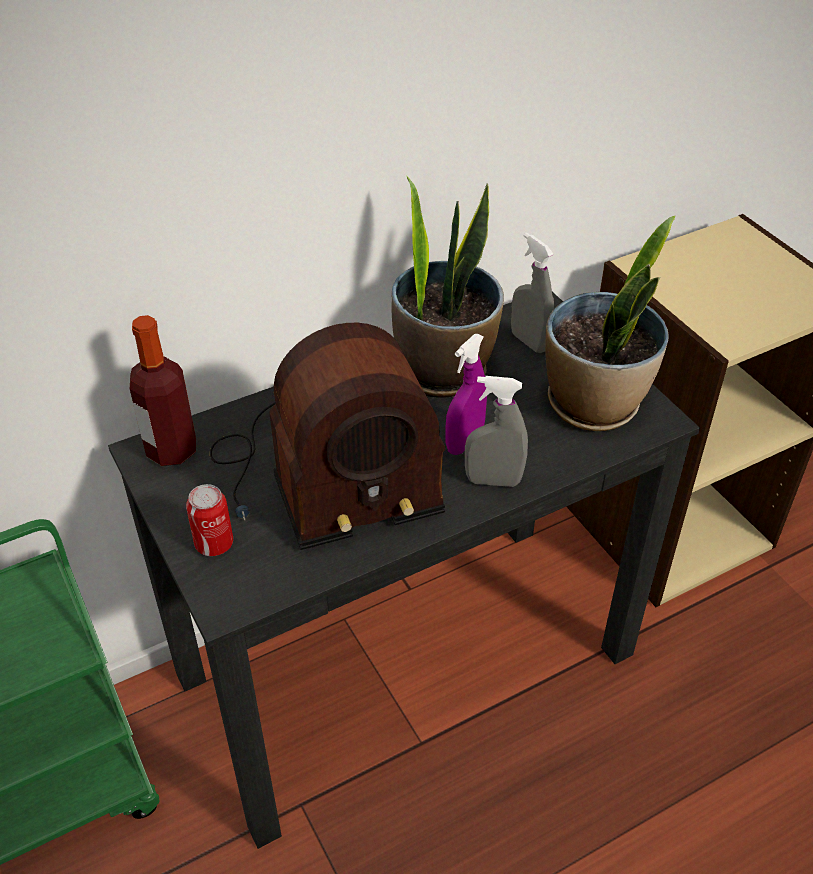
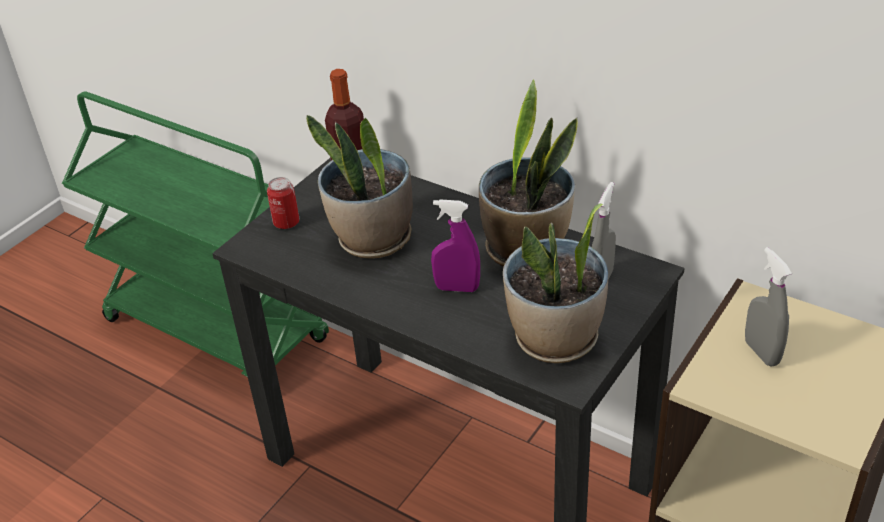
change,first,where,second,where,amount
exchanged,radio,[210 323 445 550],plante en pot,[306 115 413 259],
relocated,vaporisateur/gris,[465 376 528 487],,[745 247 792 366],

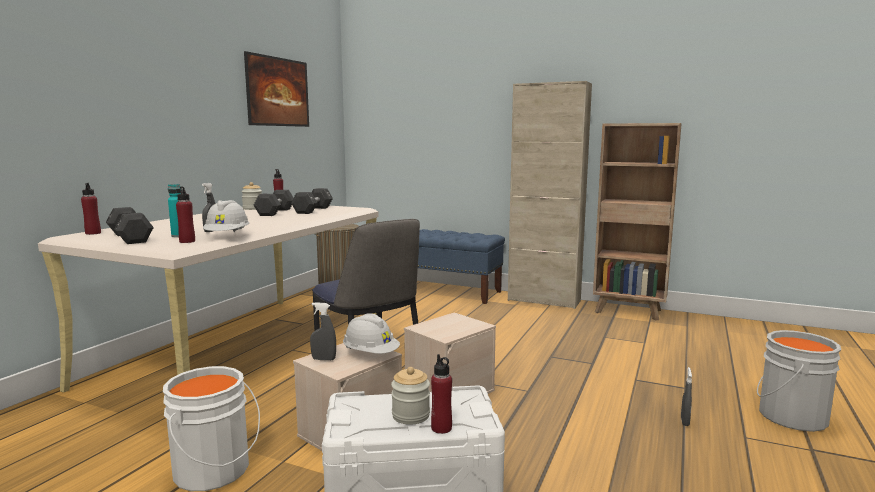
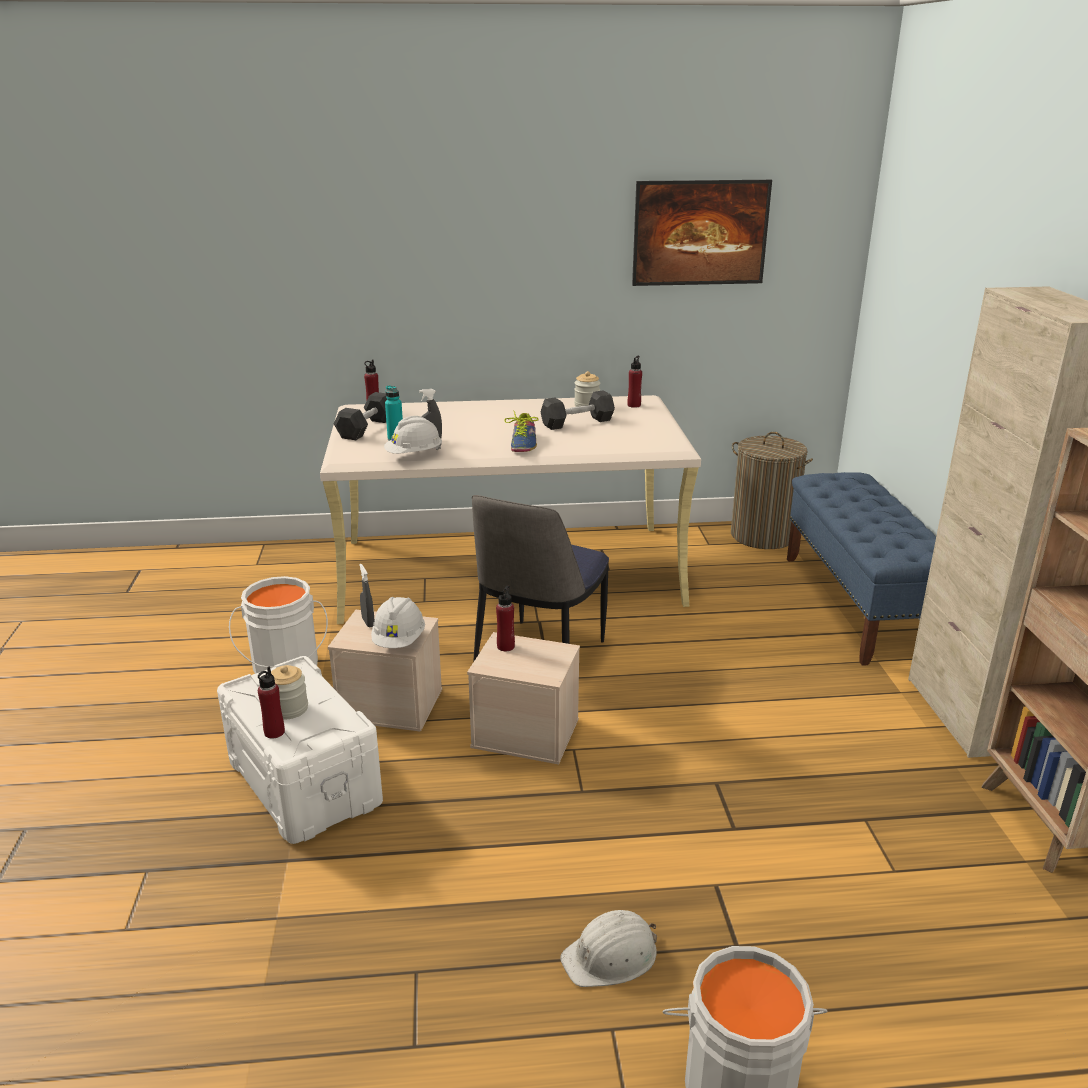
change,first,where,second,where,amount
relocated,bouteille/rouge,[176 186 195 243],,[496 585 515 651],
appeared,,,chaussure,[504 410 539 452],
exchanged,vaporisateur/gris,[681 367 692 426],casque de chantier/blanc,[560 910 657 987],
missing,haltère/noir,[291 188 333 214],,,

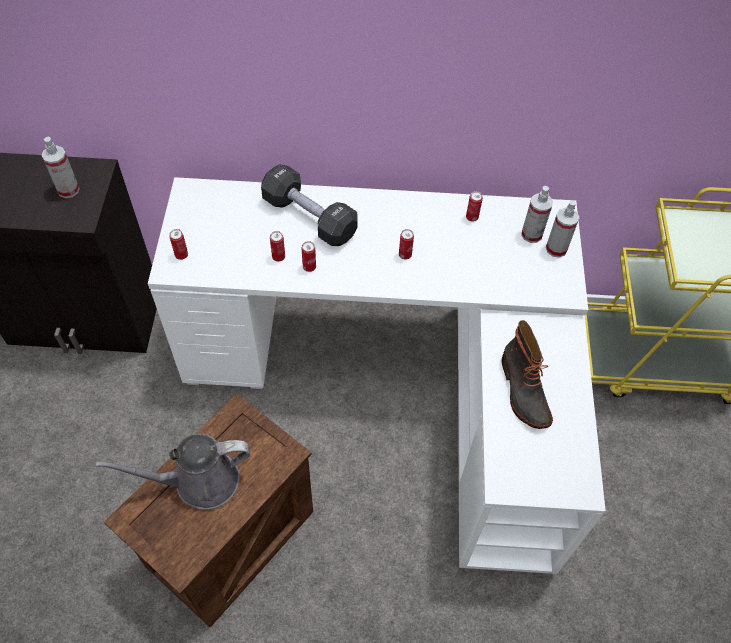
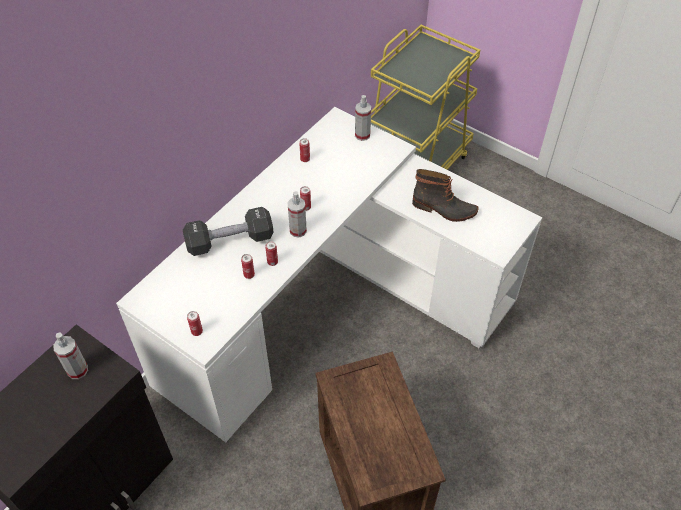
change,first,where,second,where,amount
relocated,vaporisateur,[521 186 553 243],,[287 191 307 238],
missing,arrosoir/gris,[95 434 250 510],,,

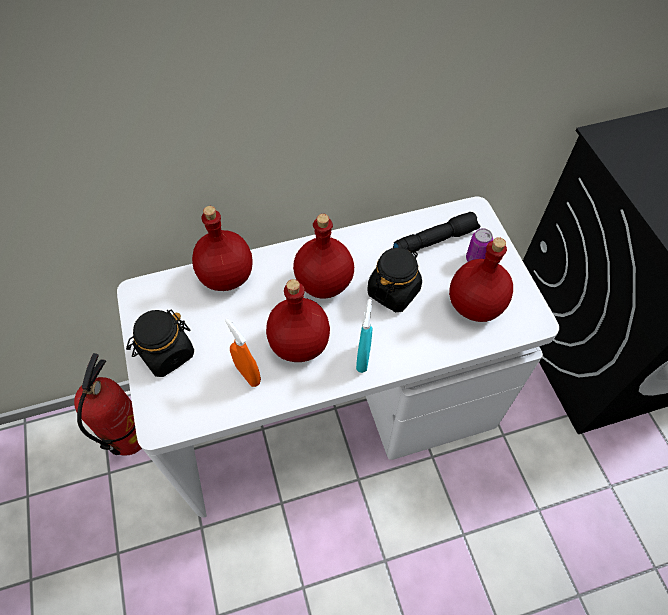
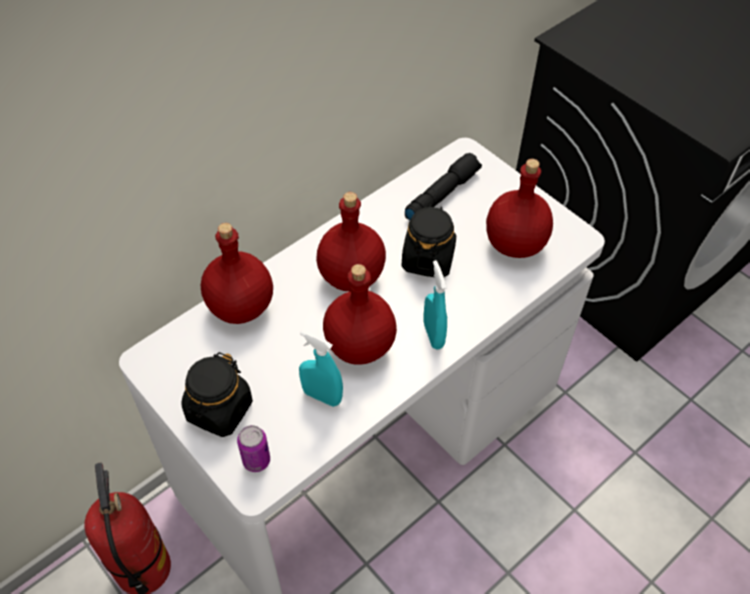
change,first,where,second,where,amount
relocated,boîte métallique,[466 228 493 262],,[237 425 270 472],
colour,vaporisateur/orange,[225 318 261 387],vaporisateur/turquoise,[299 330 343 407],

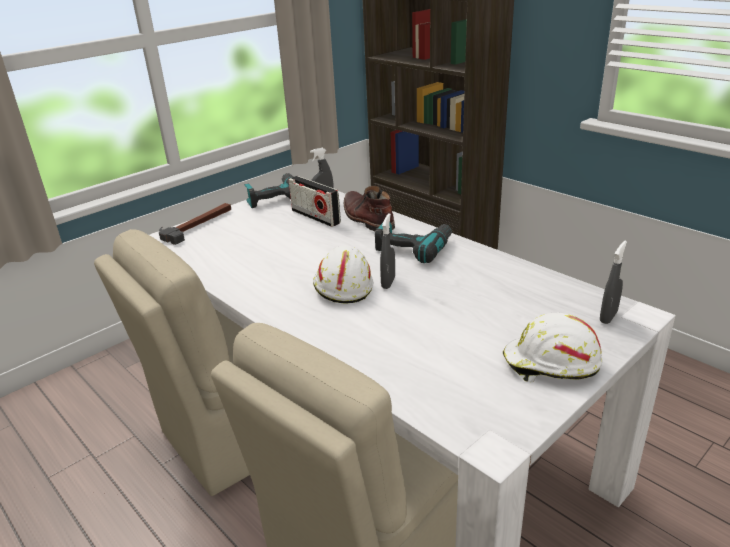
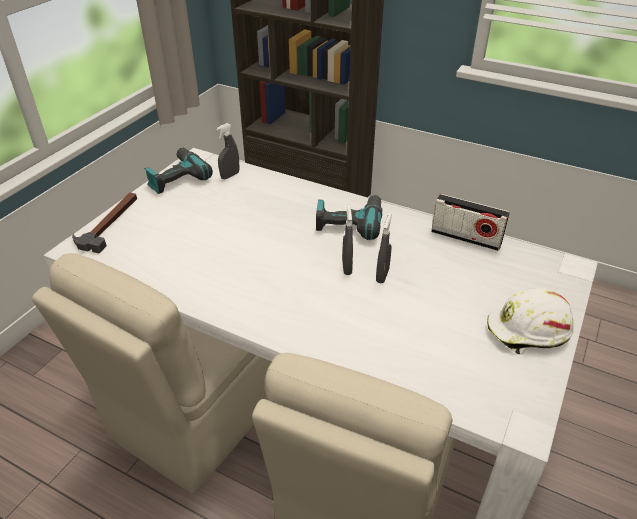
change,first,where,second,where,amount
relocated,vaporisateur/gris,[600 241 627 324],,[376 213 392 284],
relocated,radio,[289 176 341 227],,[431 194 510 251],
missing,casque de chantier/blanc,[313 246 373 304],,,
missing,botte/marron,[344 186 395 231],,,

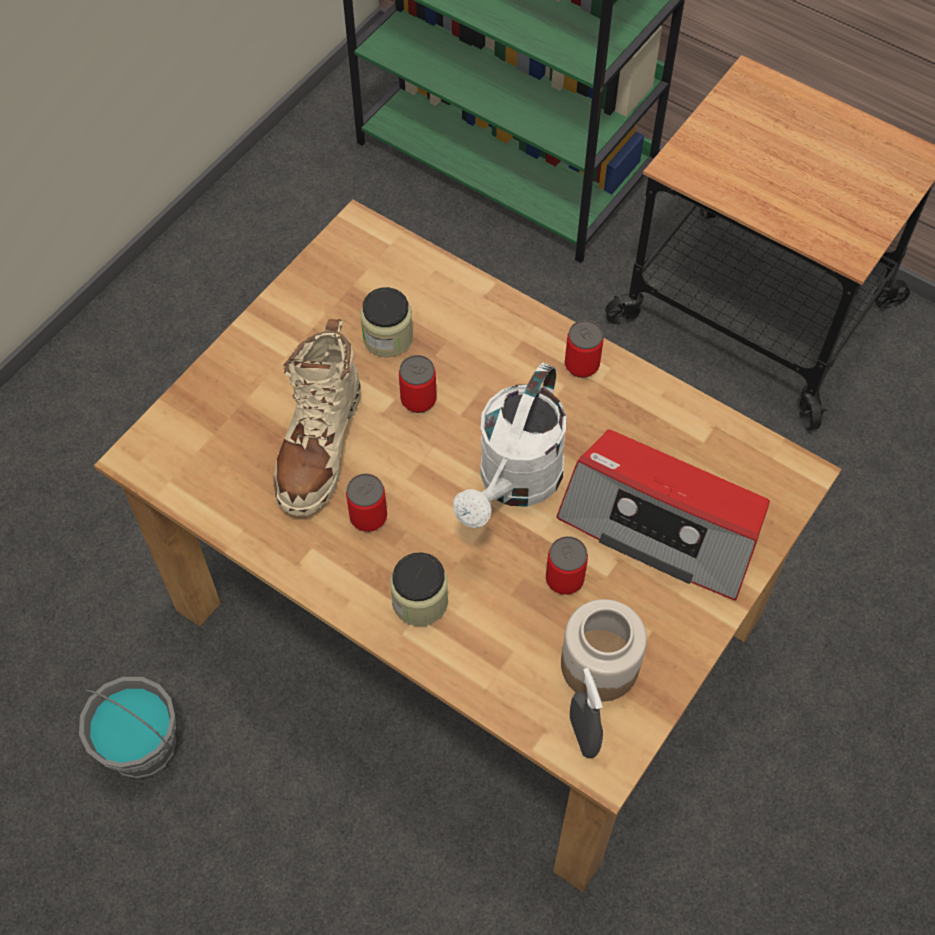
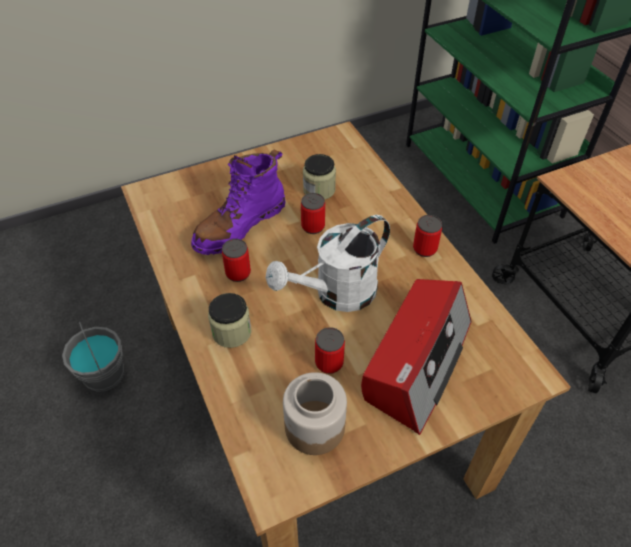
change,first,where,second,where,amount
colour,botte/beige,[274 319 361 516],botte/violet,[191 150 285 255],
spun,radio,[556 429 770 600],,[361 279 471 435],120 degrees counterclockwise
missing,vaporisateur/gris,[570 668 603 758],,,

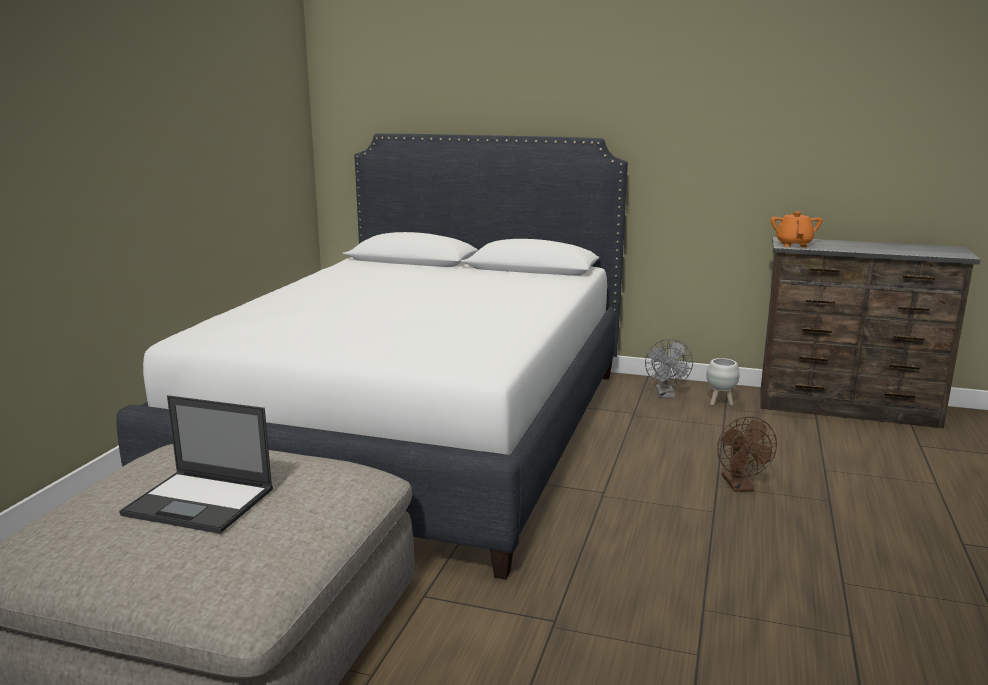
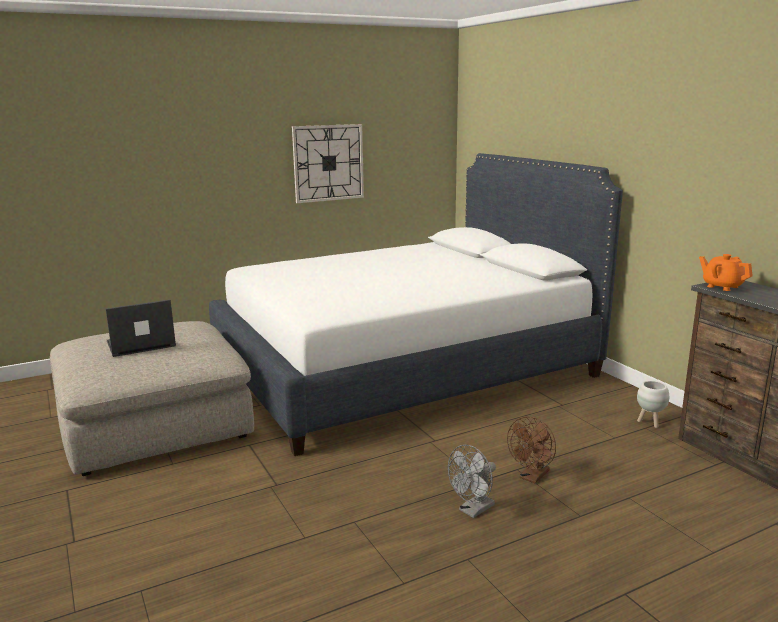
change,first,where,second,where,amount
spun,ordinateur portable,[119 395 273 534],,[105 299 176 357],90 degrees clockwise
appeared,,,horloge murale,[292 124 364 203],
relocated,ventilateur/gris,[645 339 693 398],,[448 445 496 518],
spun,théière/orange,[771 211 823 247],,[699 254 753 291],90 degrees counterclockwise

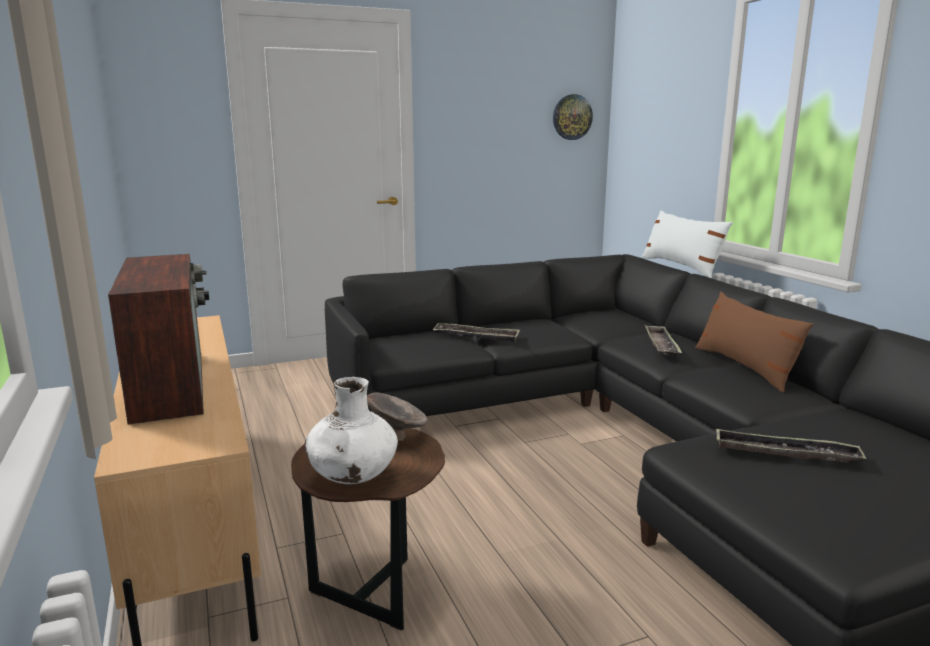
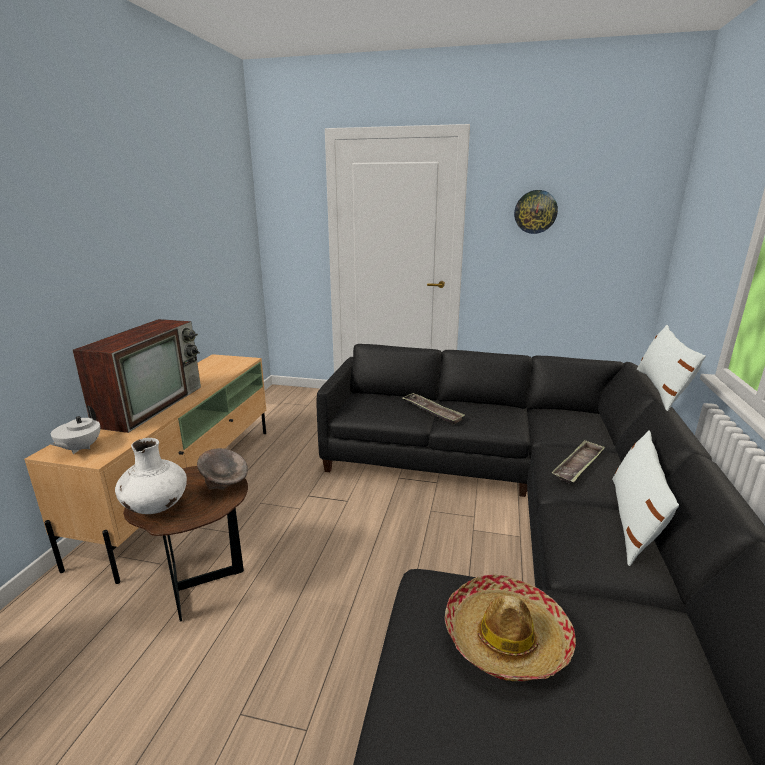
change,first,where,second,where,amount
appeared,,,théière/blanc,[51 406 100 454],
exchanged,plateau,[716 428 867 463],chapeau,[445 574 576 681],
relocated,horloge murale,[553 94 593 140],,[514 190 558 234],
colour,coussin/marron,[695 292 814 392],coussin/blanc,[612 430 679 566],

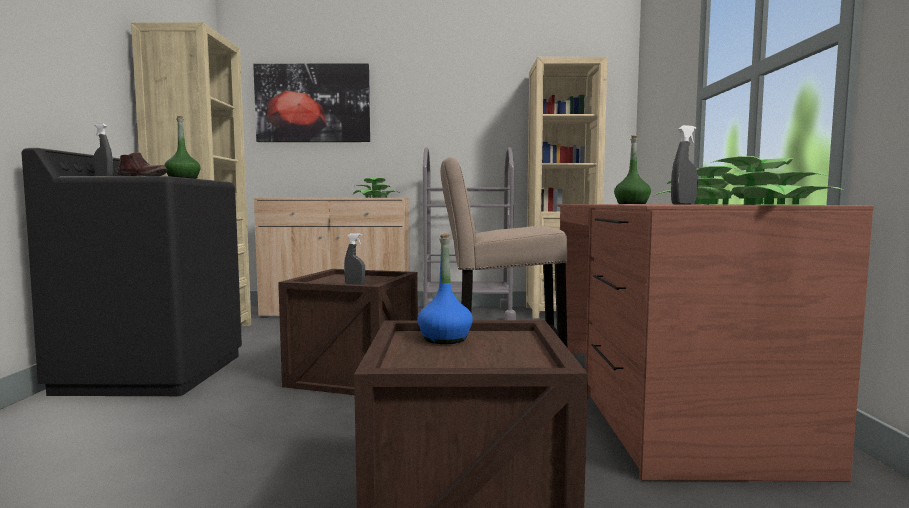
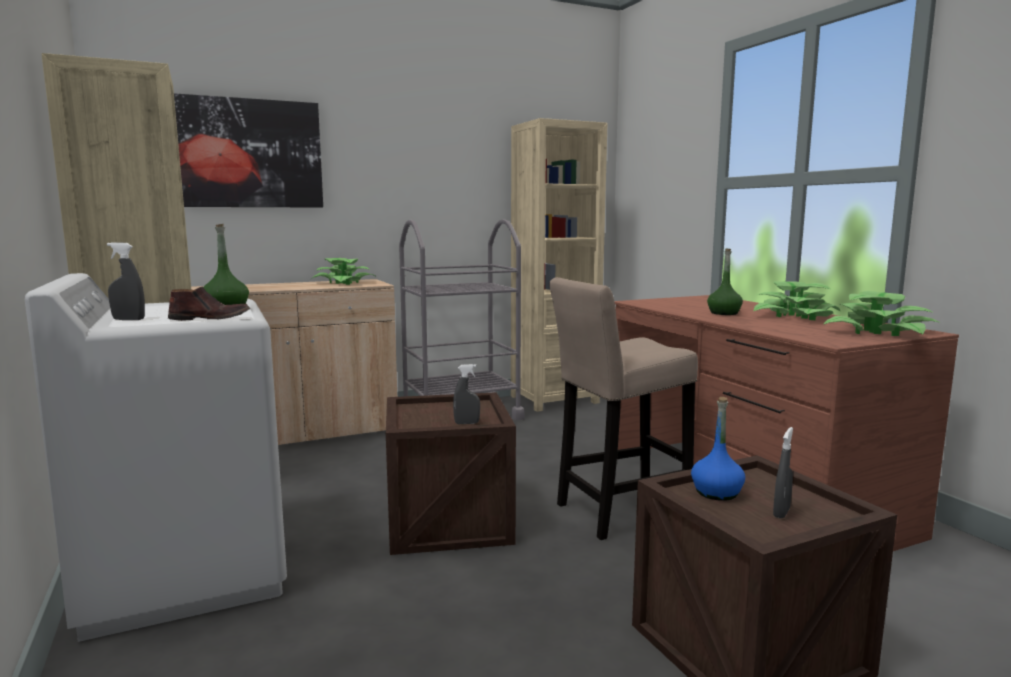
change,first,where,second,where,amount
colour,lave-linge/noir,[22 148 242 396],lave-linge/blanc,[25 273 287 642],
relocated,vaporisateur/gris,[671 125 698 205],,[773 427 793 519],

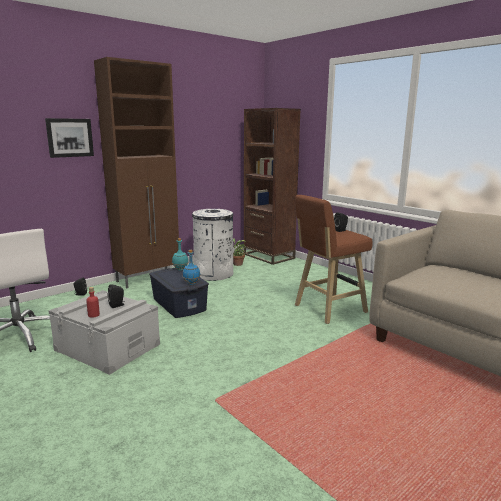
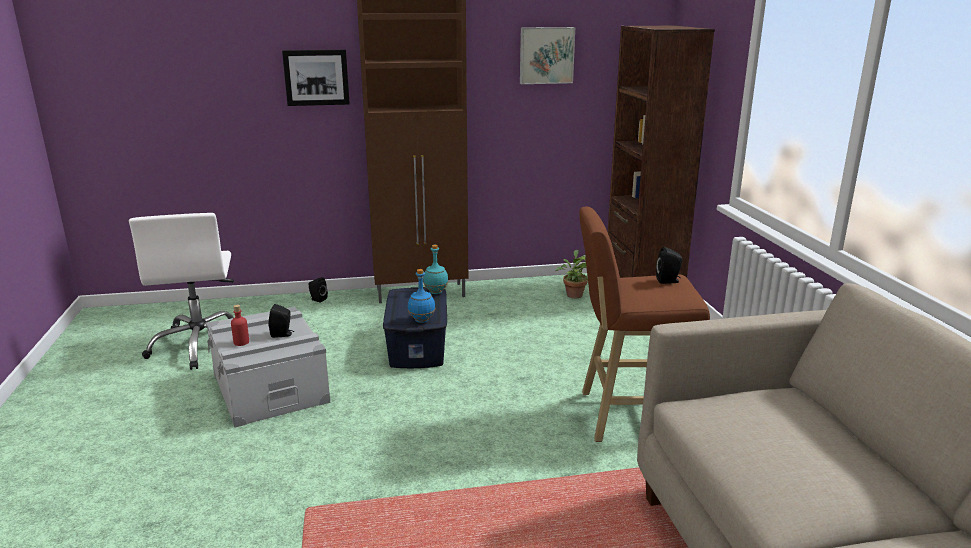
change,first,where,second,where,amount
appeared,,,tableau,[520 27 575 84],
missing,poubelle/blanc,[192 209 233 281],,,

